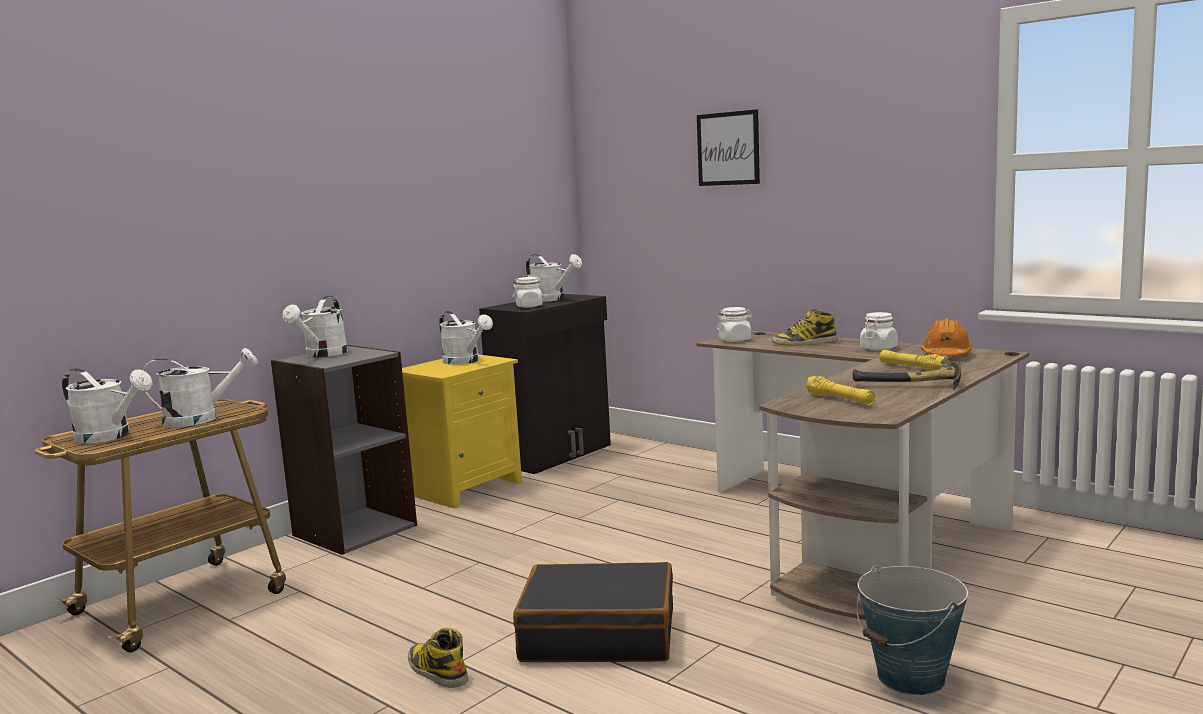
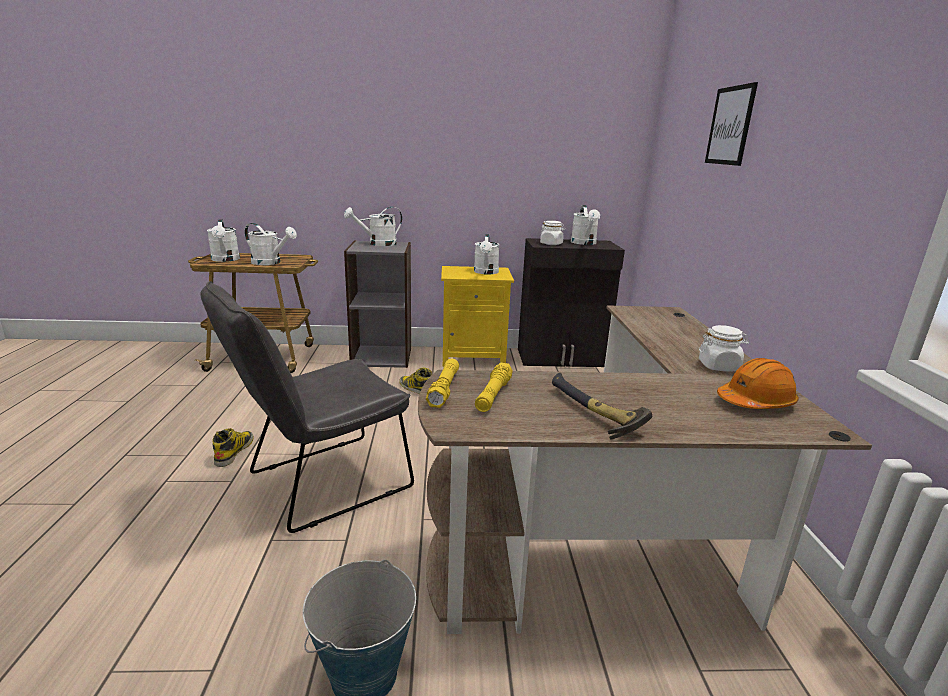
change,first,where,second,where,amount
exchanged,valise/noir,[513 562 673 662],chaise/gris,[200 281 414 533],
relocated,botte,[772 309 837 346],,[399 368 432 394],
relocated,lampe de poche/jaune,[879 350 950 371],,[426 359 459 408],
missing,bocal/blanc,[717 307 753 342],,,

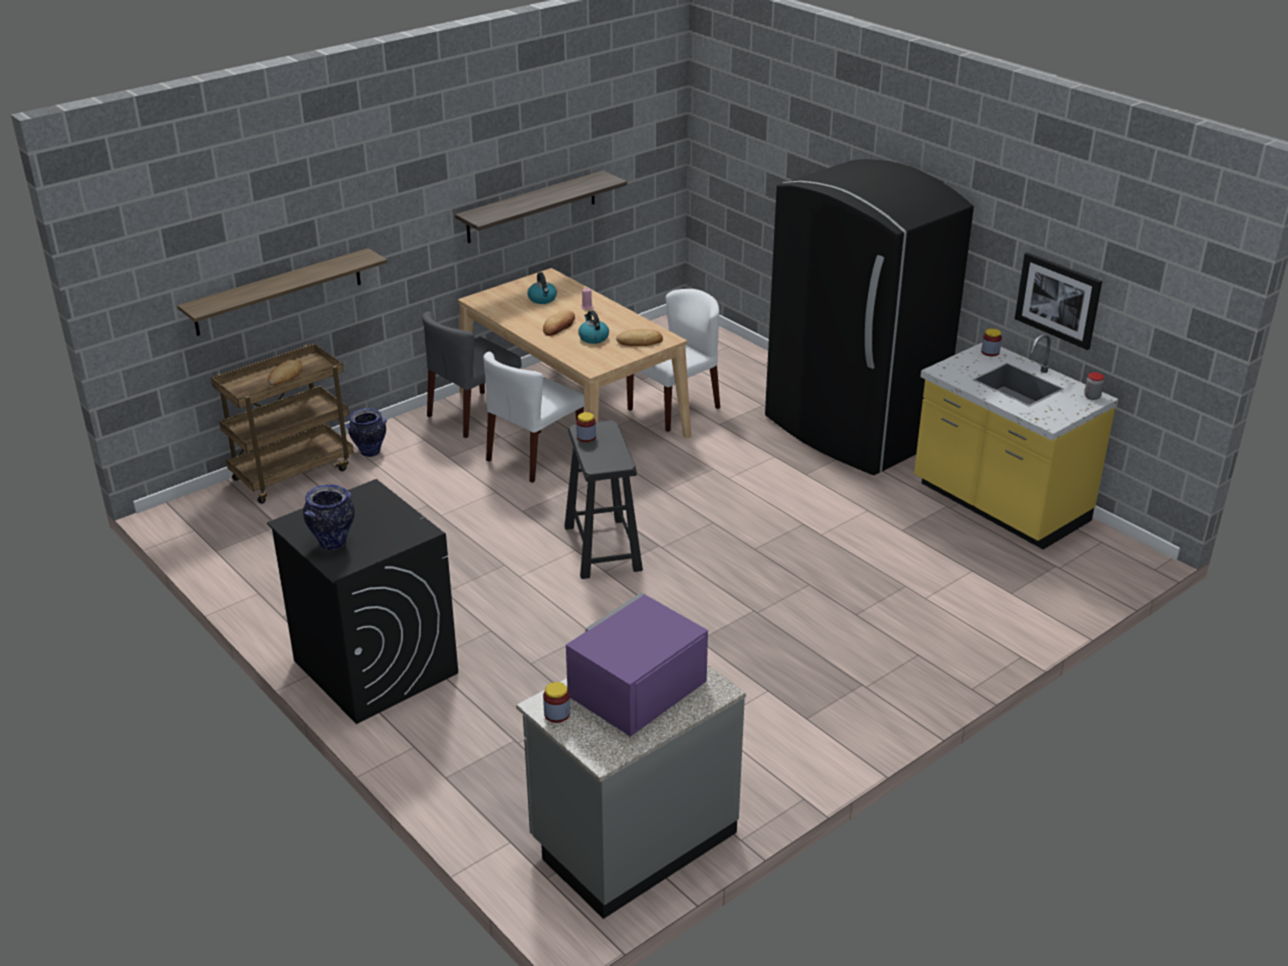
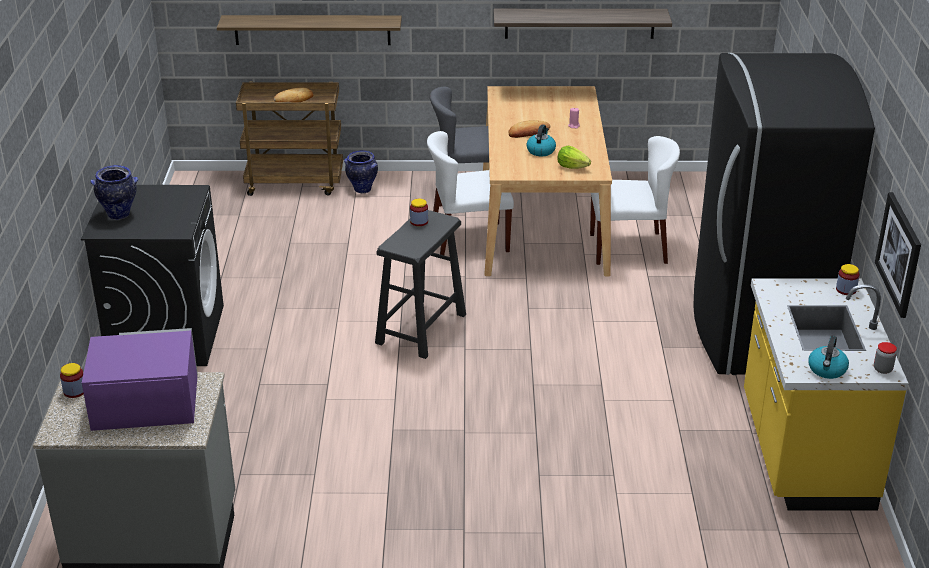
change,first,where,second,where,amount
exchanged,pain,[616 329 663 346],laitue,[557 146 591 169],
relocated,bouilloire,[528 272 557 304],,[808 336 849 379],

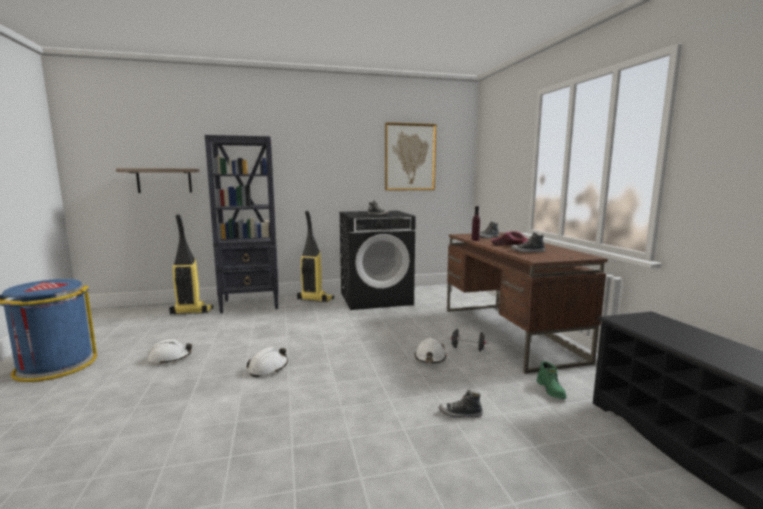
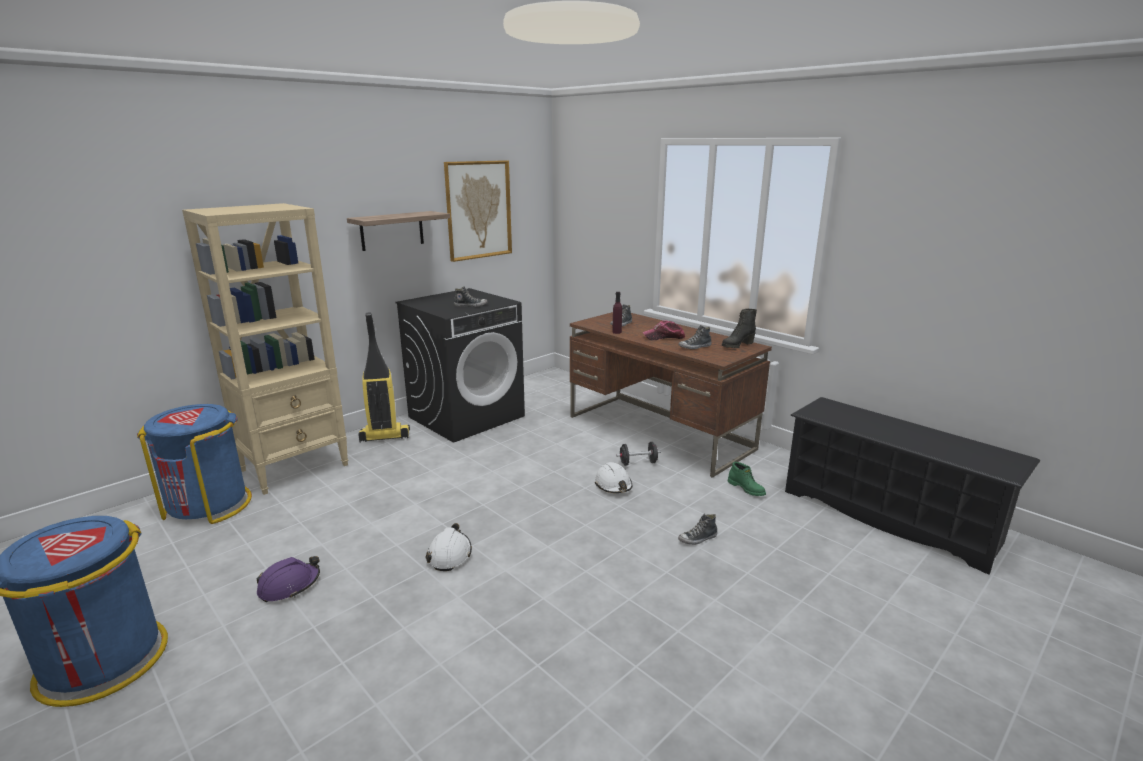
change,first,where,second,where,amount
exchanged,aspirateur,[169 214 213 315],poubelle/bleu,[137 404 252 524],
colour,bibliothèque/noir,[205 135 278 313],bibliothèque/beige,[182 203 349 495],
colour,casque de chantier/blanc,[147 339 192 365],casque de chantier/violet,[257 556 320 602],
relocated,étagère,[116 168 200 193],,[347 211 450 251],
appeared,,,botte/noir,[722 309 757 348],

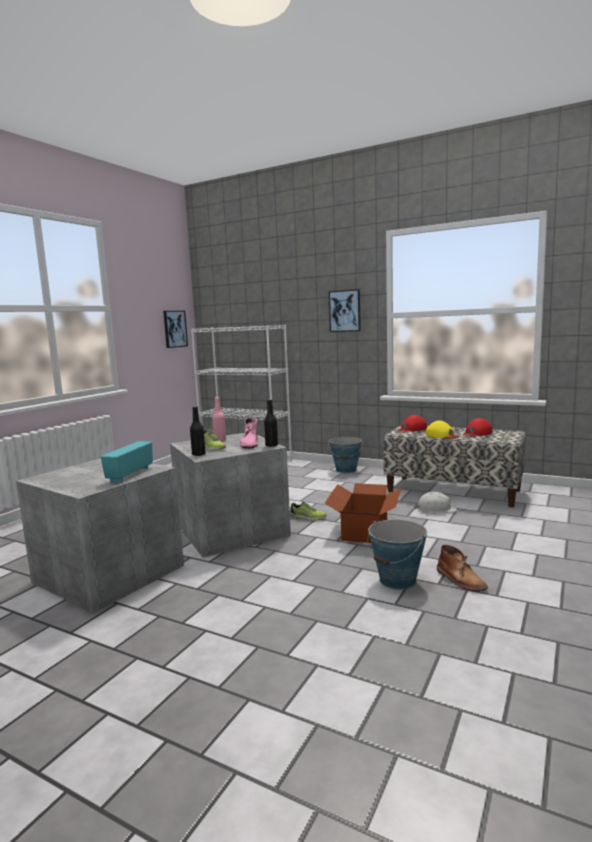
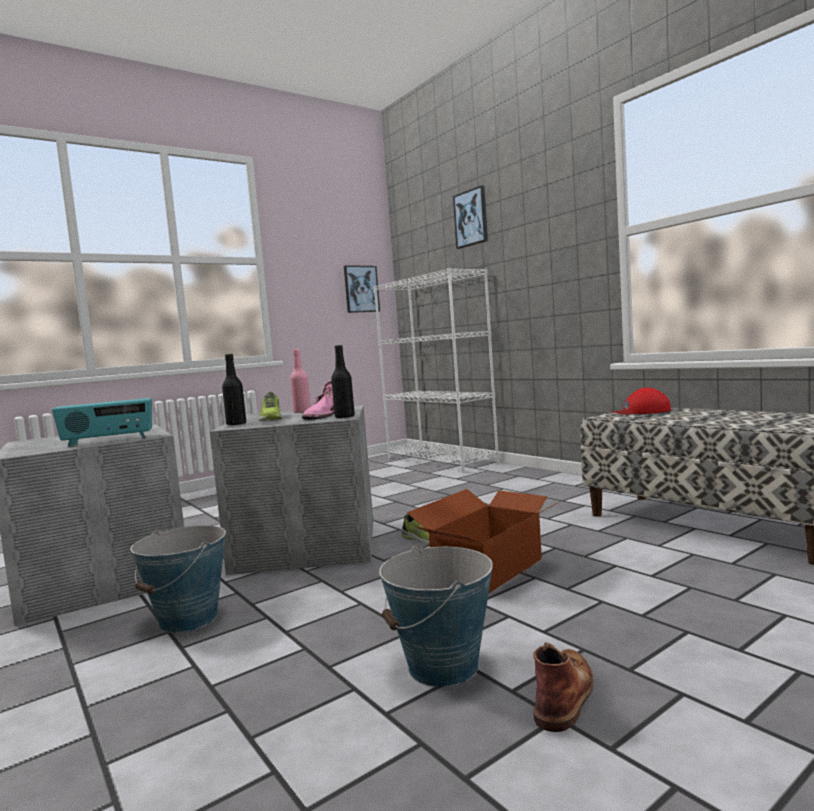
change,first,where,second,where,amount
spun,radio,[101 441 153 482],,[52 398 152 446],150 degrees counterclockwise
relocated,seau,[328 437 363 473],,[130 525 226 633],
relocated,tableau,[329 289 361 332],,[453 185 488 249],
spun,botte/marron,[437 545 488 592],,[533 642 594 732],150 degrees counterclockwise
missing,casque de chantier/blanc,[414 492 458 514],,,
missing,casquette/jaune,[426 421 460 439],,,
missing,casquette/rouge,[463 418 492 436],,,

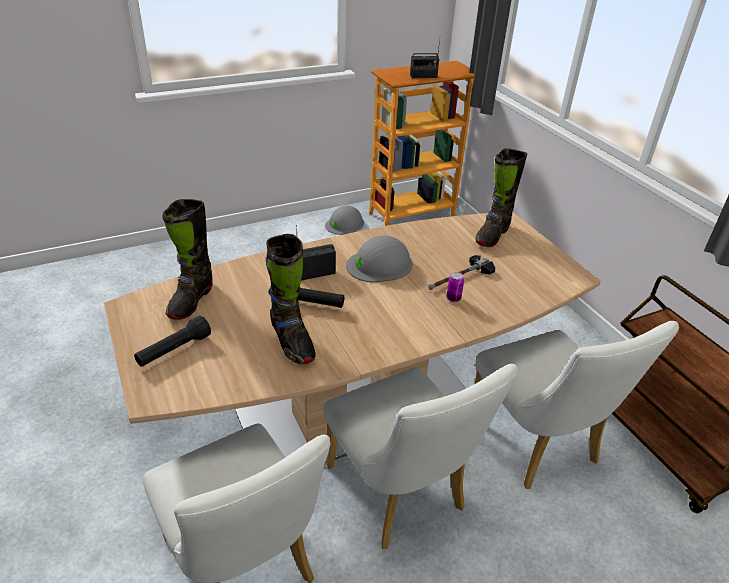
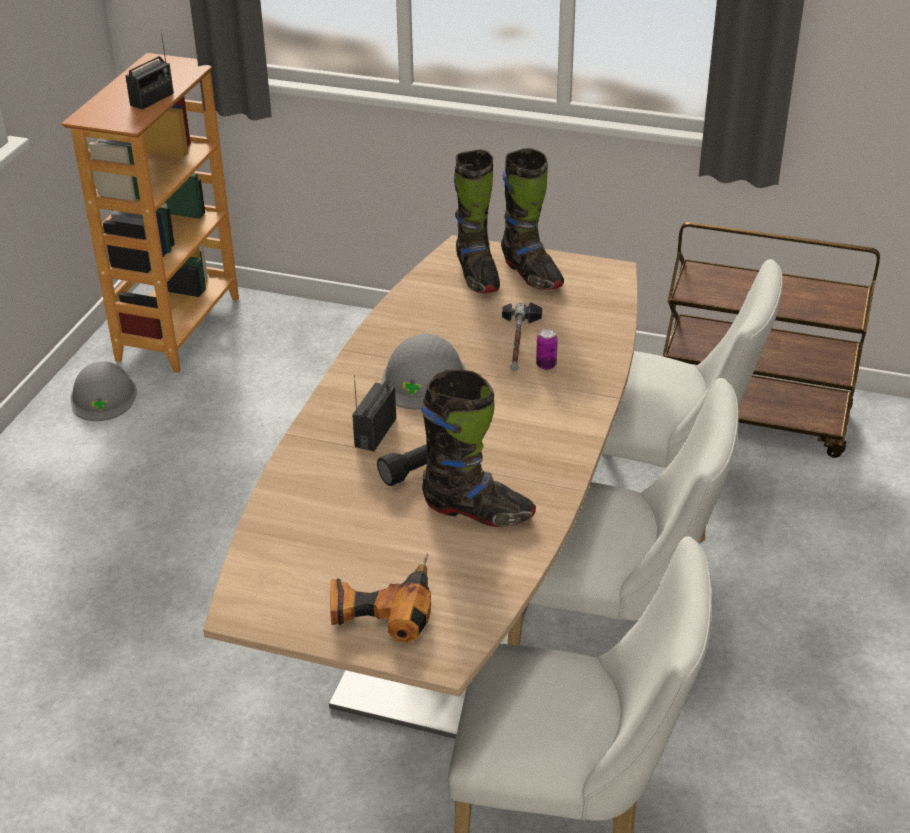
change,first,where,second,where,amount
exchanged,lampe de poche/noir,[134 315 211 367],perceuse,[330 554 431 643],
relocated,botte/noir,[162 199 213 320],,[501 148 564 290],

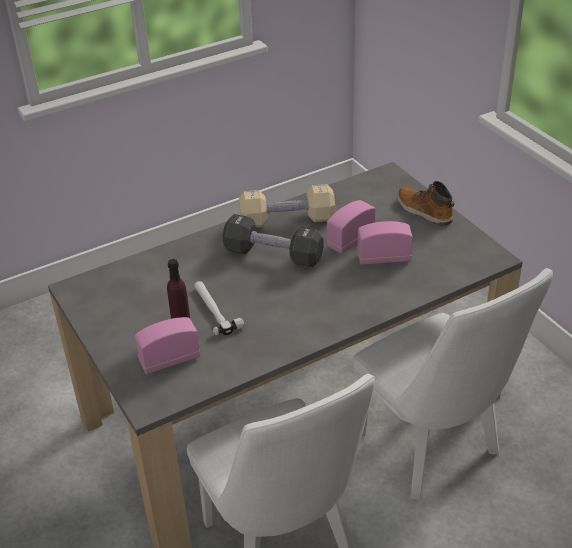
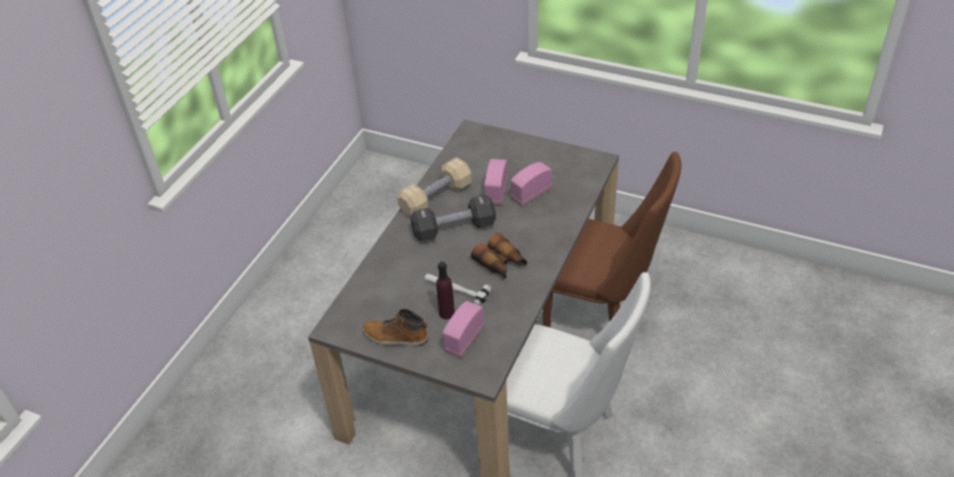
change,first,where,second,where,amount
relocated,botte,[397 181 455 226],,[363 309 428 347],
appeared,,,jumelles,[471 233 527 278],
colour,chaise/blanc,[353 268 553 500],chaise/marron,[543 152 681 327],

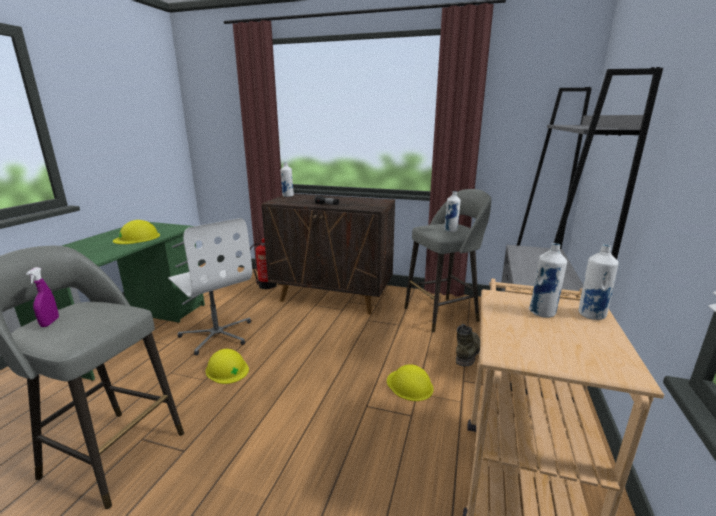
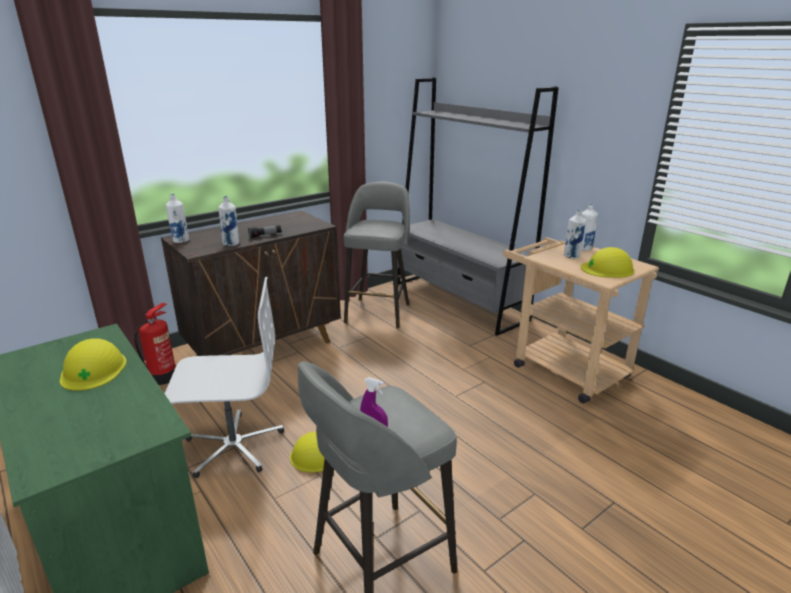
change,first,where,second,where,amount
relocated,bouteille/blanc,[444 191 461 232],,[218 196 239 246],
relocated,casque de chantier/jaune,[387 364 434 401],,[581 247 635 278],
missing,botte/vert,[456 324 480 367],,,

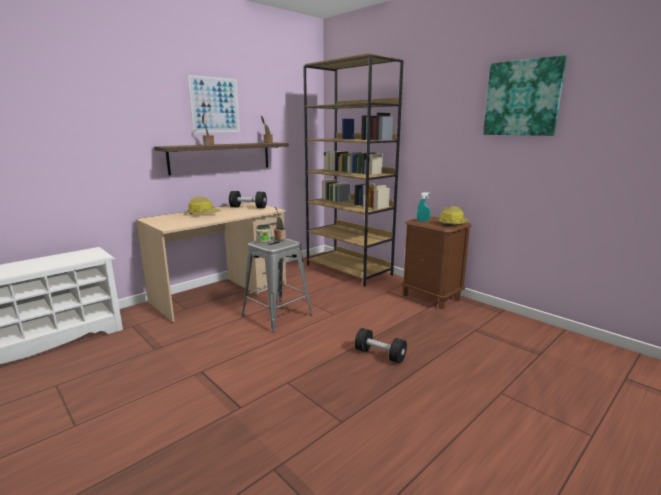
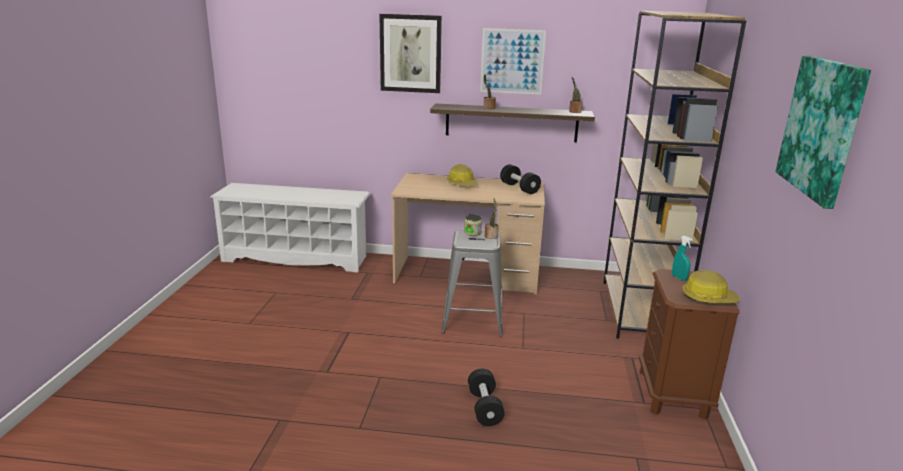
change,first,where,second,where,amount
appeared,,,tableau,[379 14 442 93],

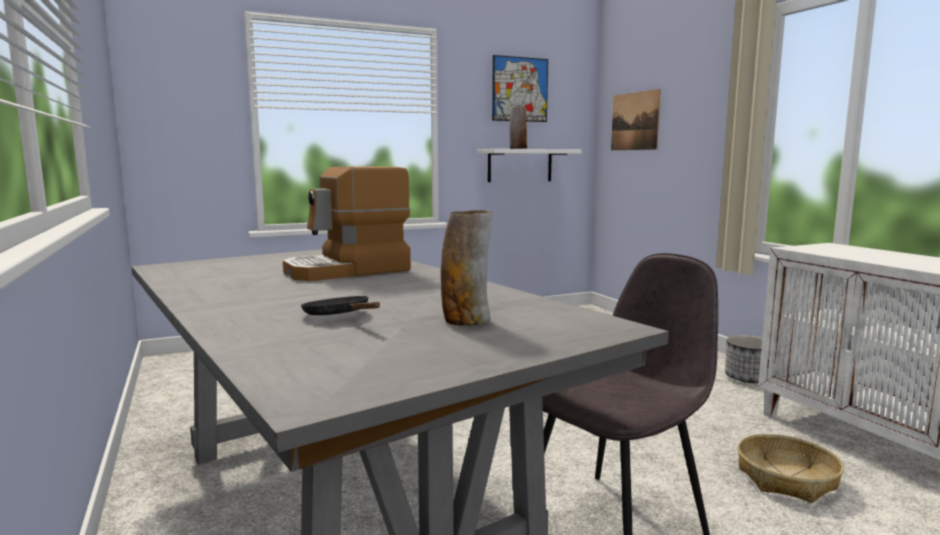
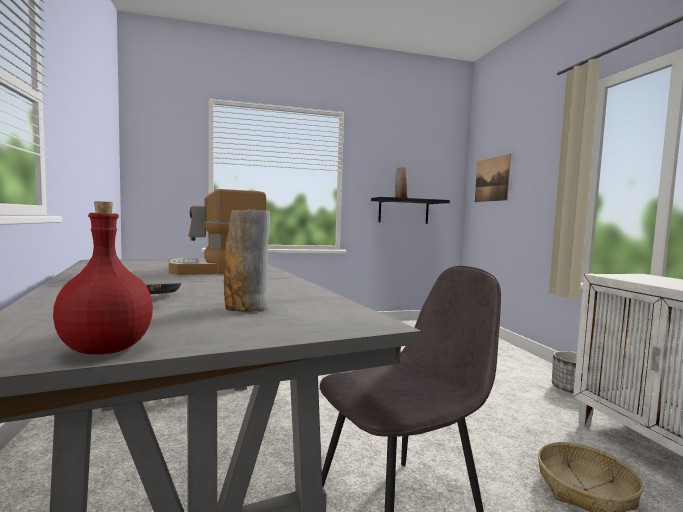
change,first,where,second,where,amount
appeared,,,bouteille/rouge,[53 201 153 354],
colour,étagère/blanc,[477 149 582 182],étagère/noir,[371 197 450 224],
missing,tableau,[492 55 548 122],,,

